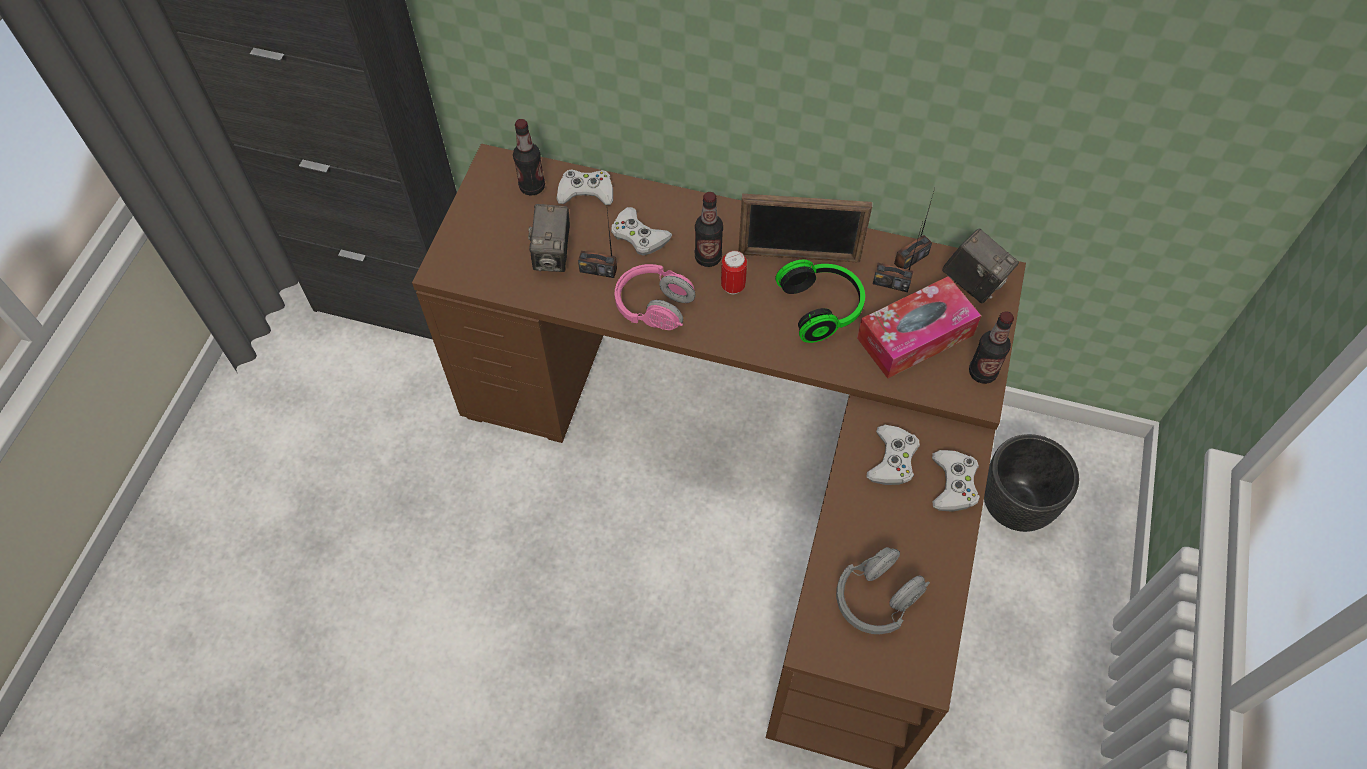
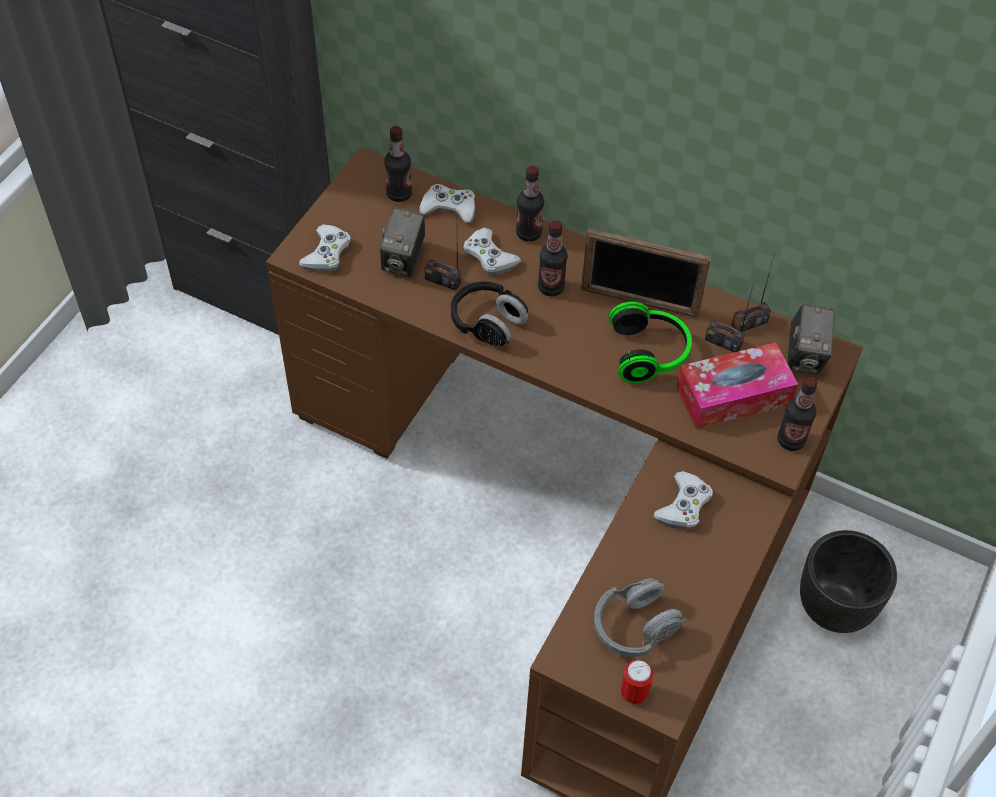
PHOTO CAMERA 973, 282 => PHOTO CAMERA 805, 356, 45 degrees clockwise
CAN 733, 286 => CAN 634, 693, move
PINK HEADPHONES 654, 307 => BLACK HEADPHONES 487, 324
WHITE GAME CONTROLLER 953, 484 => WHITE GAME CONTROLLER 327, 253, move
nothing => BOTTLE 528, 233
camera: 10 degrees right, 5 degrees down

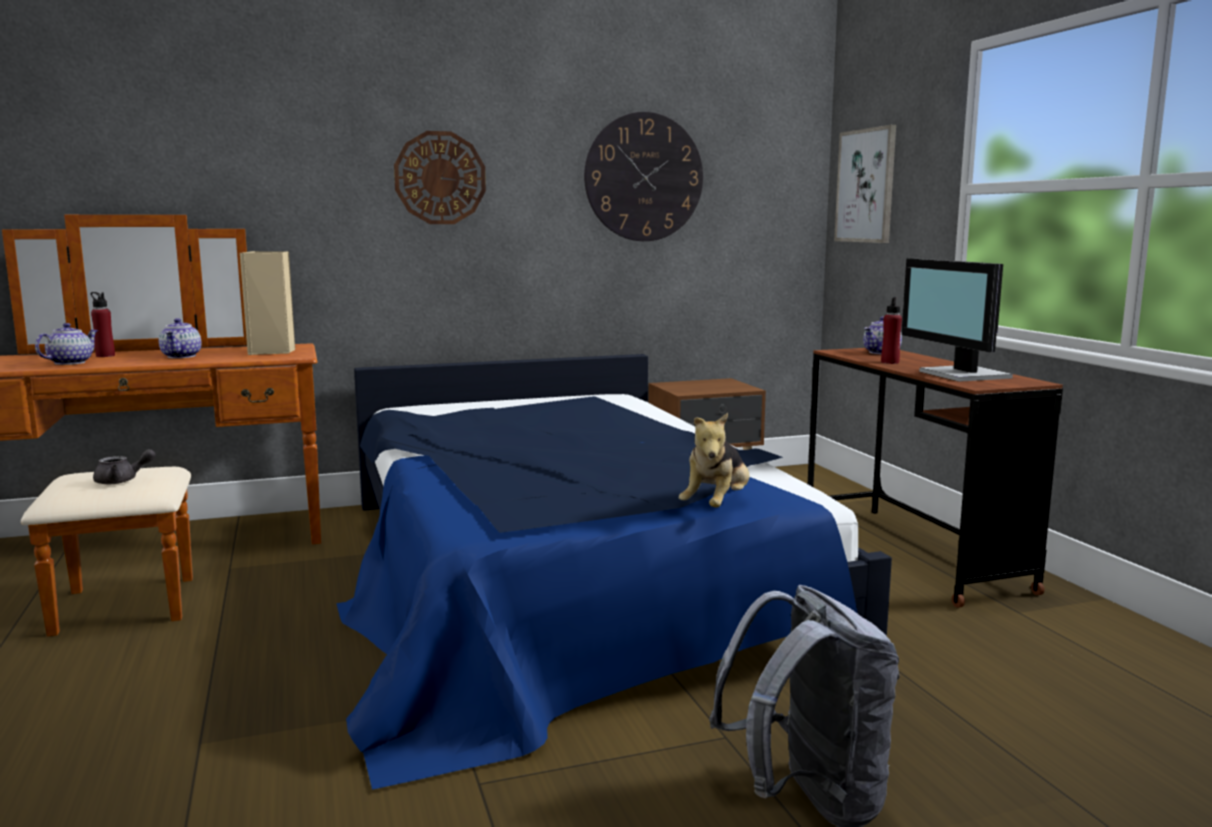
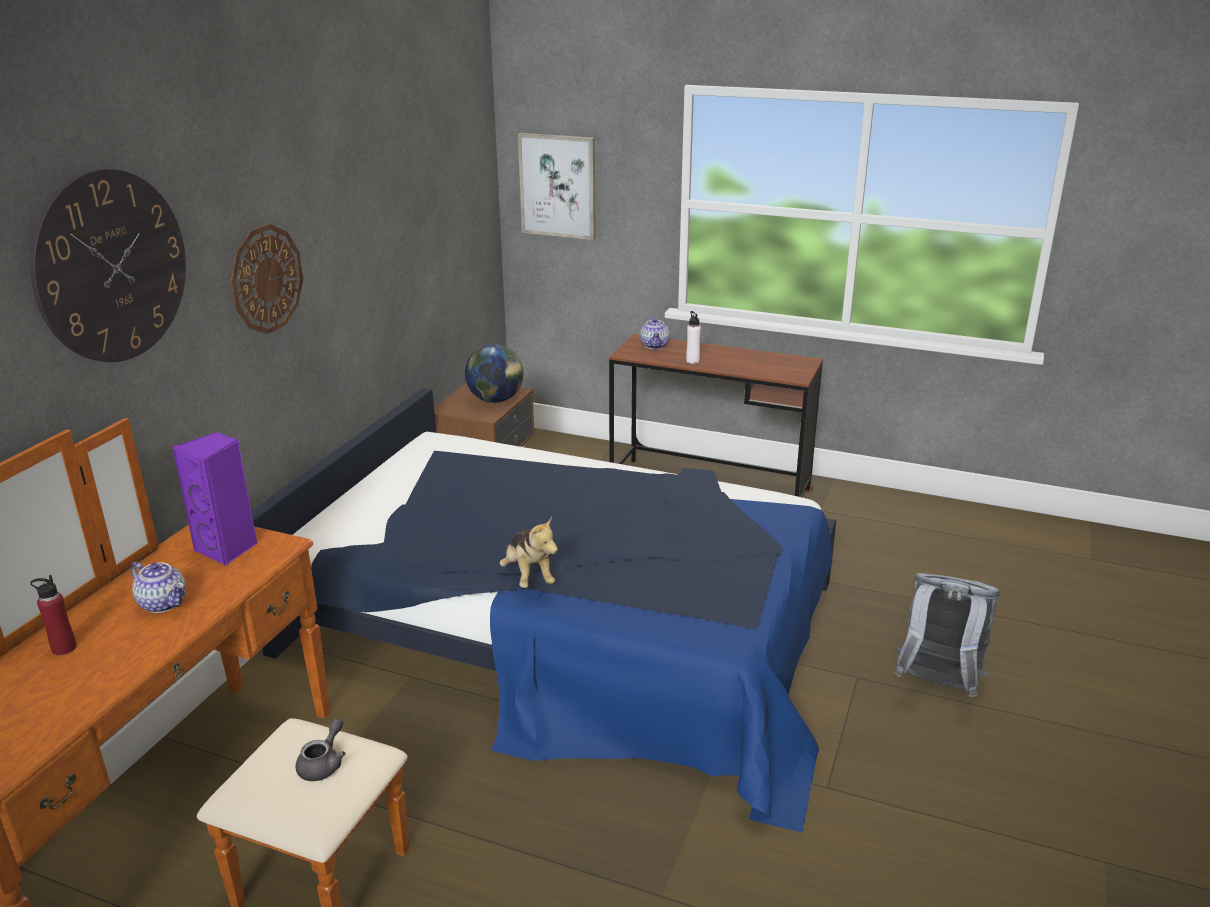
WALL CLOCK 644, 177 => WALL CLOCK 112, 266, move
BEIGE SPEAKER 272, 352 => PURPLE SPEAKER 228, 549
MONITOR 962, 375 => nothing
RED BOTTLE 890, 362 => WHITE BOTTLE 692, 360
TEAPOT 70, 362 => nothing
PLUSH TOY 716, 506 => PLUSH TOY 528, 576, move
nothing => GLOBE 495, 400
camera: 50 degrees left, 15 degrees up

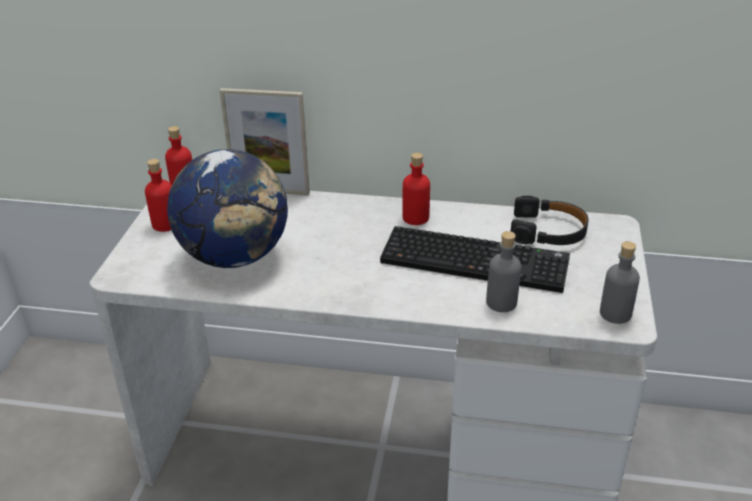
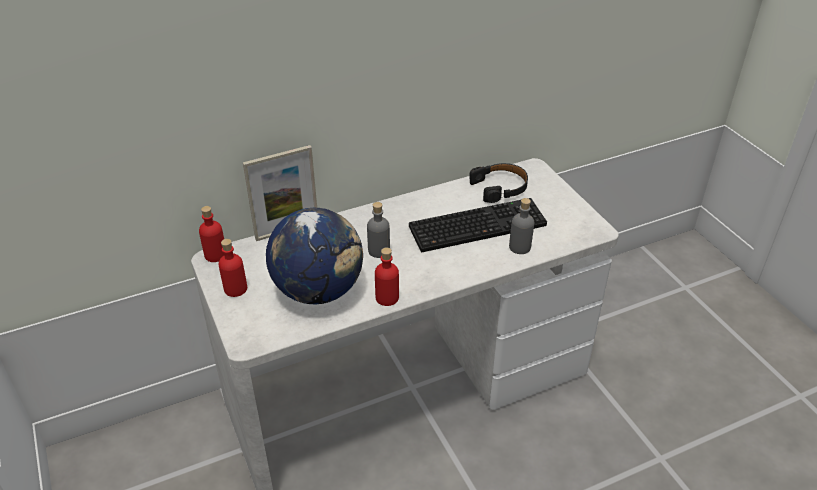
RED BOTTLE 415, 218 => RED BOTTLE 387, 298, move
GREY BOTTLE 615, 313 => GREY BOTTLE 379, 251, move
camera: 35 degrees left, 5 degrees up

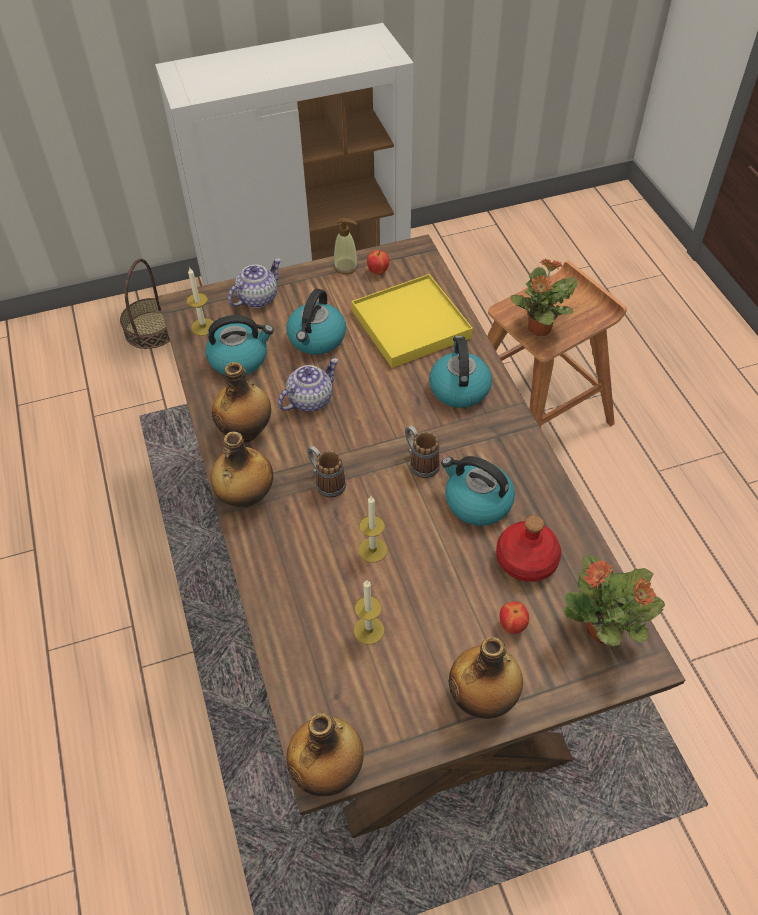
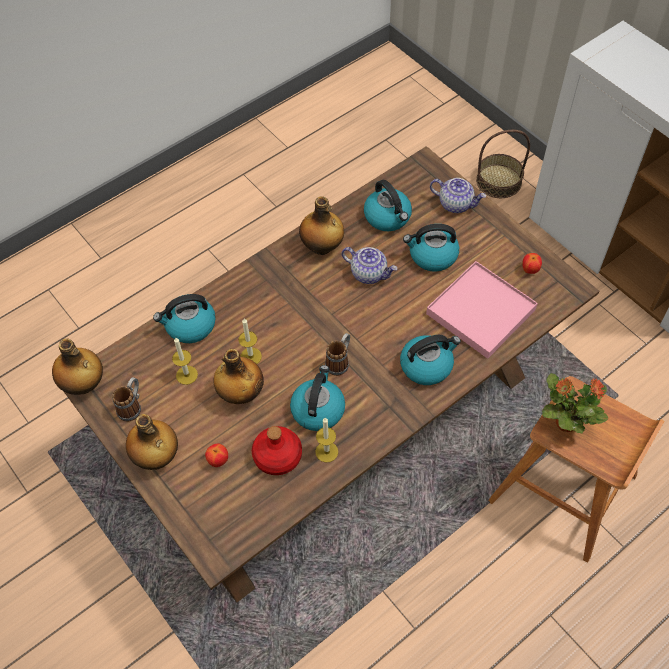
SOAP DISPENSER 346, 266 => nothing
CANDLE 203, 327 => CANDLE 326, 452, move
YELLOW TRAY 411, 324 => PINK TRAY 481, 312
BOTTLE 245, 497 => BOTTLE 241, 393, move
MUG 326, 482 => MUG 132, 406, move
POTTED PLANT 603, 630 => nothing
nothing => KETTLE 190, 326
camera: 70 degrees right, 5 degrees up

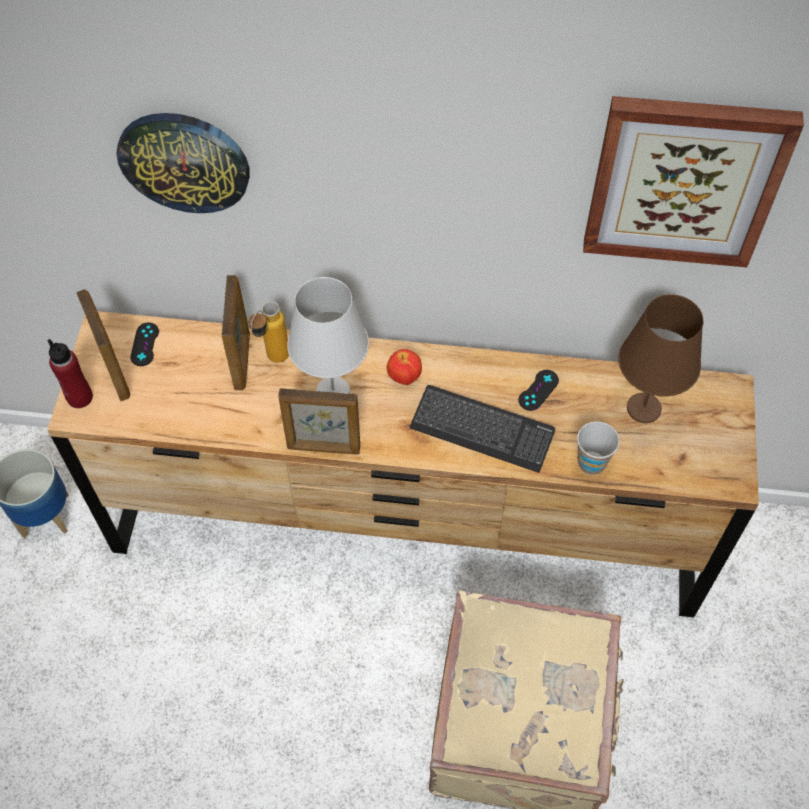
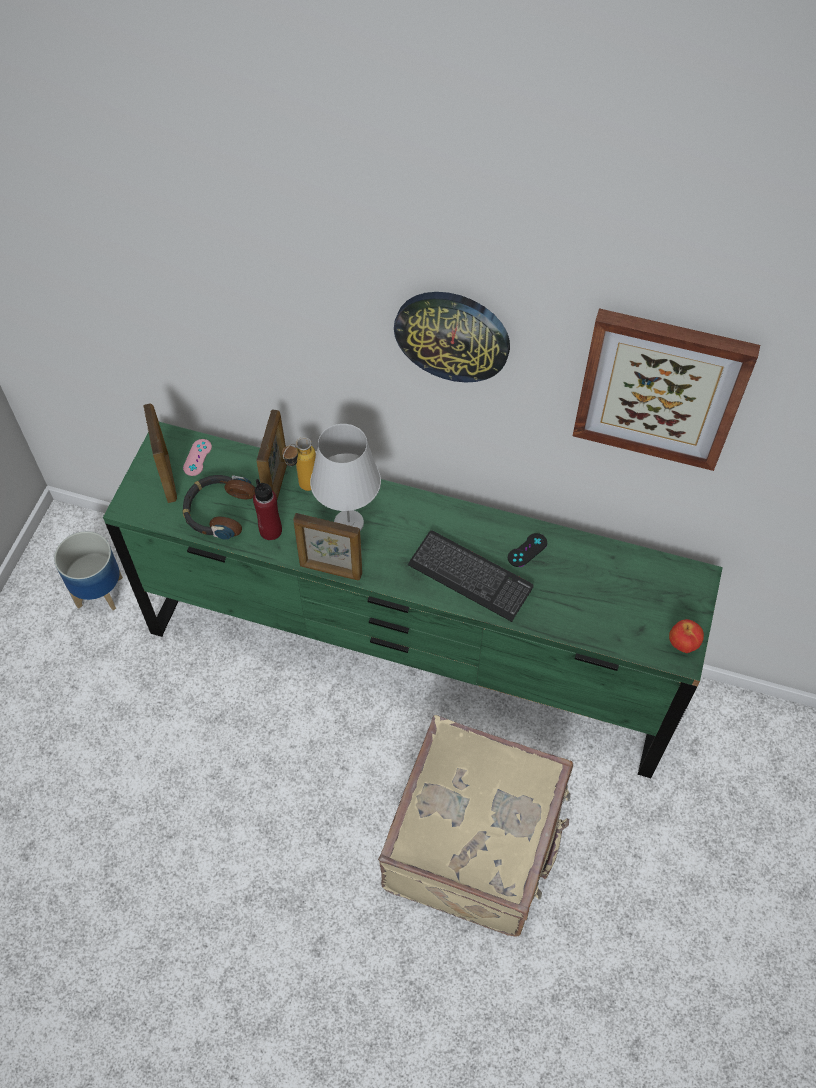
WALL CLOCK 184, 161 => WALL CLOCK 452, 335, move
BROWN TABLE LAMP 643, 408 => nothing
BROWN DRESSER 405, 529 => GREEN DRESSER 408, 656
BLACK GAME CONTROLLER 145, 344 => PINK GAME CONTROLLER 197, 457
RED BOTTLE 80, 397 => RED BOTTLE 270, 531, move
APPLE 404, 378 => APPLE 682, 644, move
CUP 591, 463 => nothing
nothing => HEADPHONES 218, 510
camera: 10 degrees right, 0 degrees up

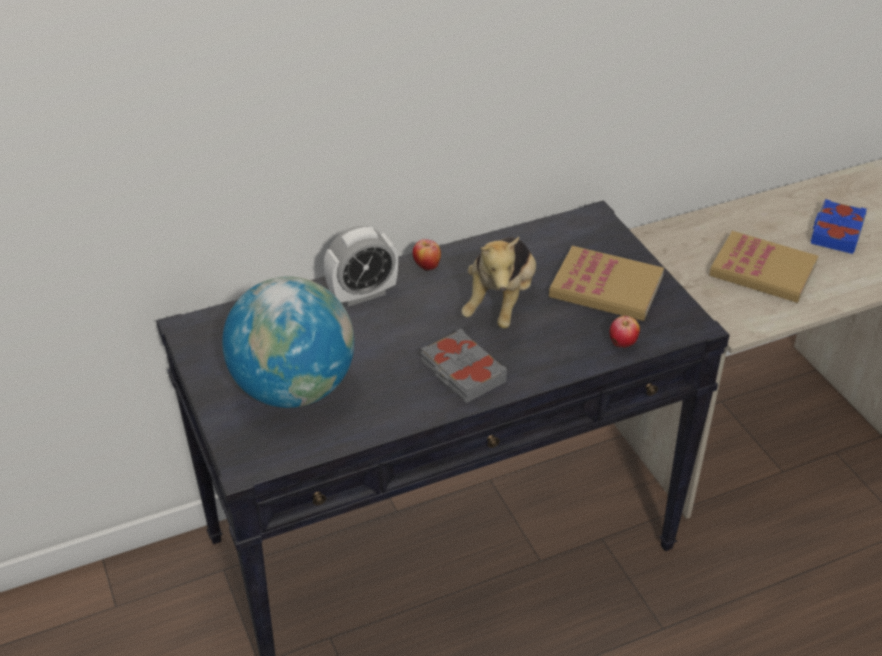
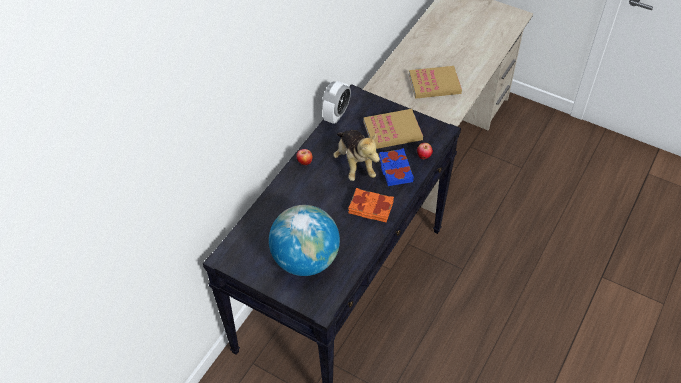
BLUE BOOK 836, 232 => BLUE BOOK 395, 170, move
ALARM CLOCK 362, 294 => ALARM CLOCK 336, 115, move
GREY BOOK 462, 372 => ORANGE BOOK 370, 208
camera: 35 degrees left, 10 degrees up

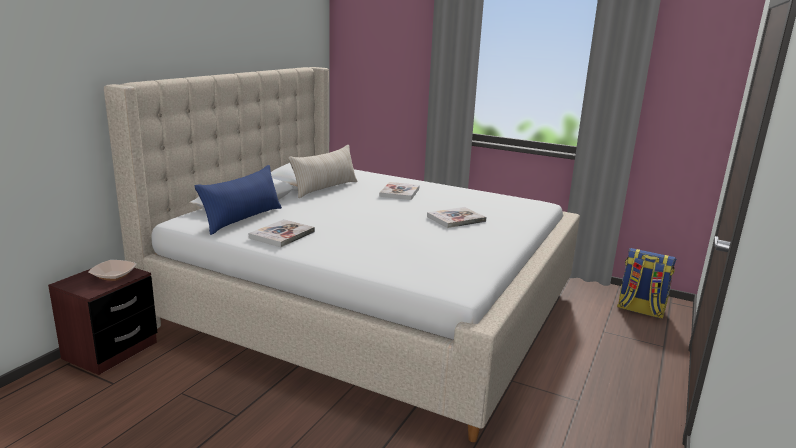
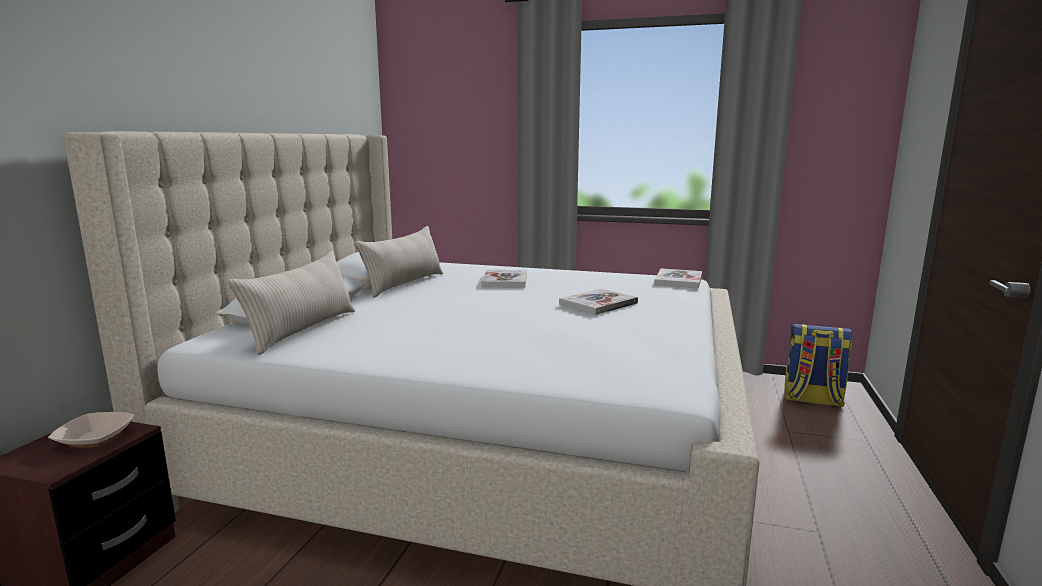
BLUE PILLOW 243, 219 => BEIGE PILLOW 303, 330
BOOK 282, 235 => BOOK 678, 280, move
camera: 10 degrees left, 5 degrees down

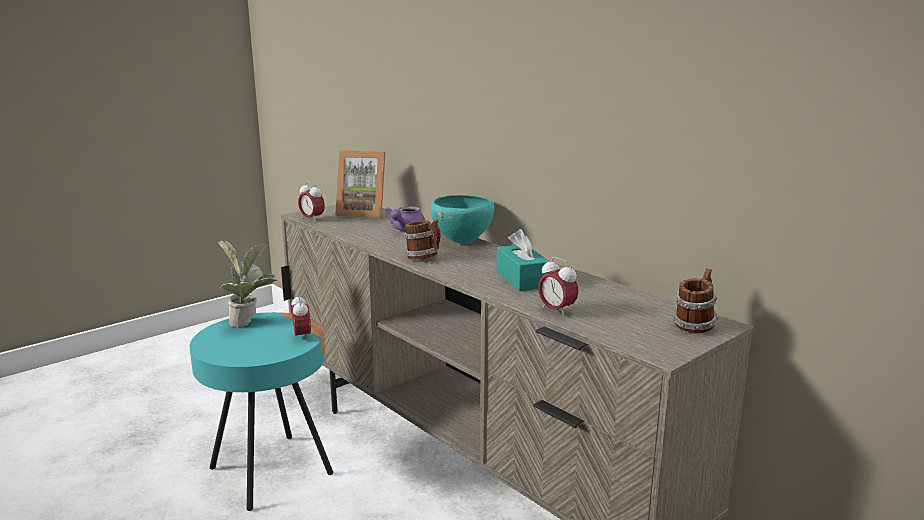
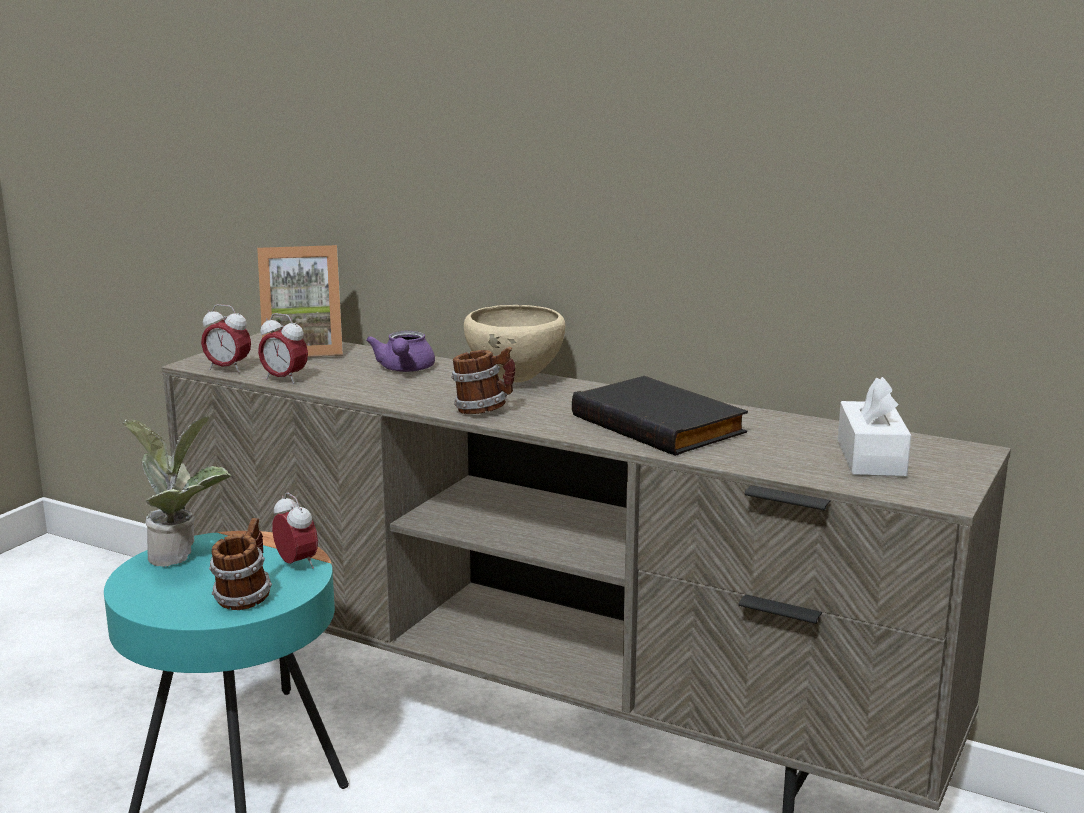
TURQUOISE BOWL 463, 242 => BEIGE BOWL 516, 380
TURQUOISE TISSUE BOX 522, 279 => BLACK BOOK 661, 424
ALARM CLOCK 556, 311 => ALARM CLOCK 284, 379, move
MUG 694, 325 => MUG 244, 597, move
nothing => WHITE TISSUE BOX 871, 458
camera: 20 degrees left, 0 degrees up

